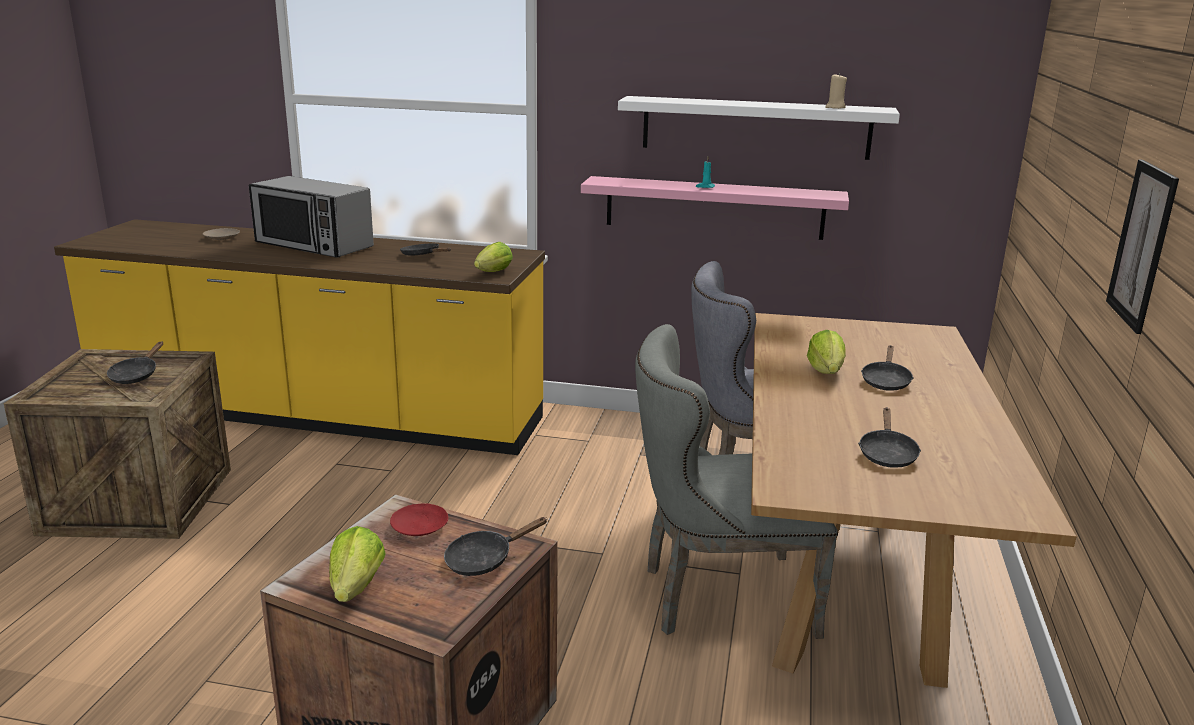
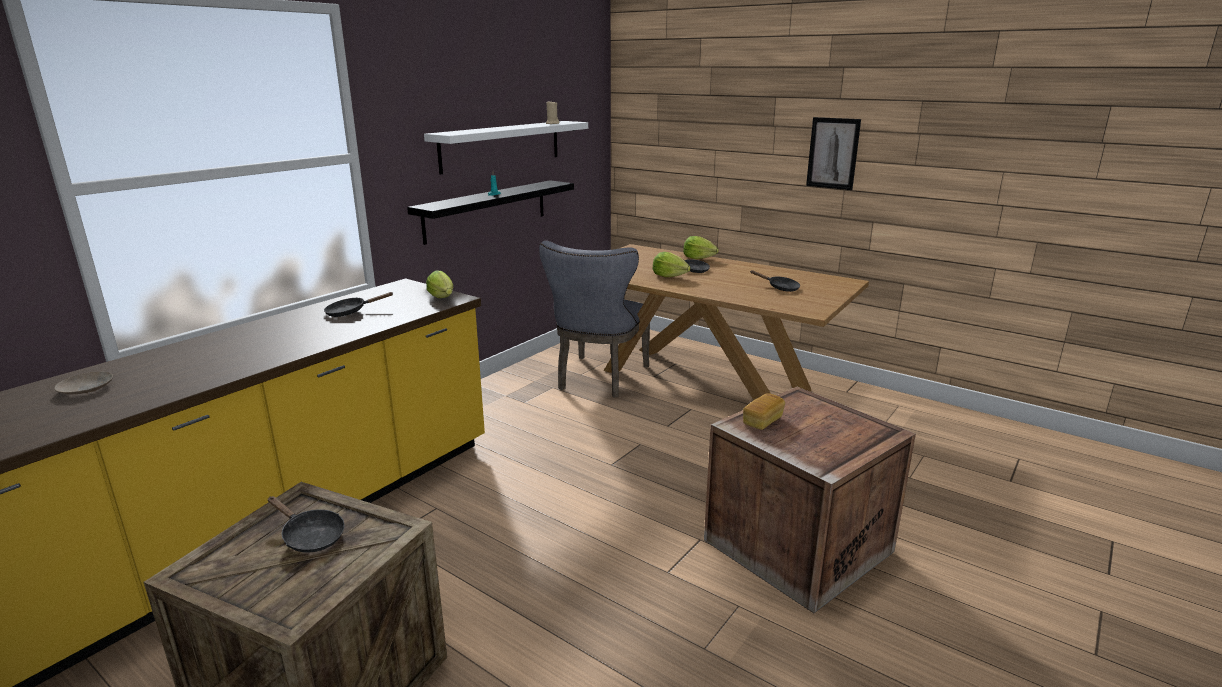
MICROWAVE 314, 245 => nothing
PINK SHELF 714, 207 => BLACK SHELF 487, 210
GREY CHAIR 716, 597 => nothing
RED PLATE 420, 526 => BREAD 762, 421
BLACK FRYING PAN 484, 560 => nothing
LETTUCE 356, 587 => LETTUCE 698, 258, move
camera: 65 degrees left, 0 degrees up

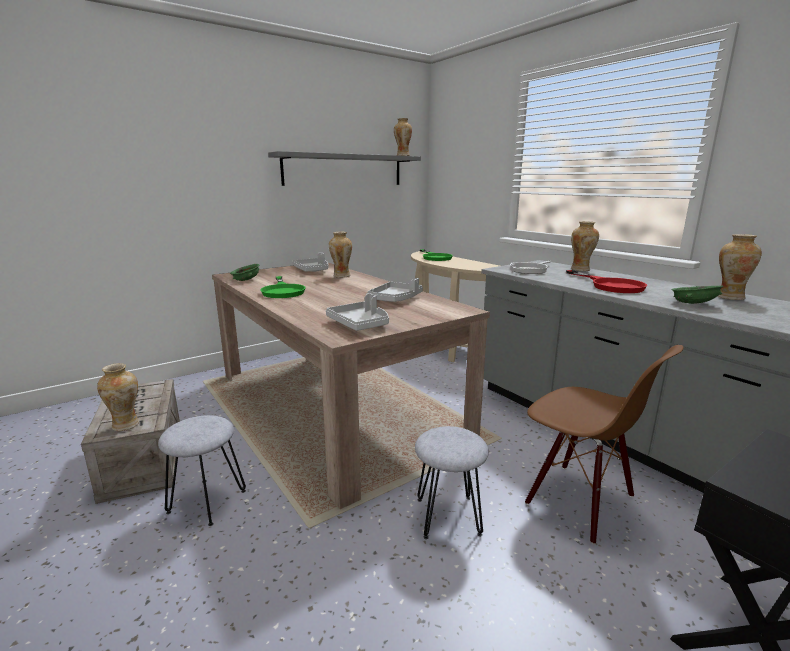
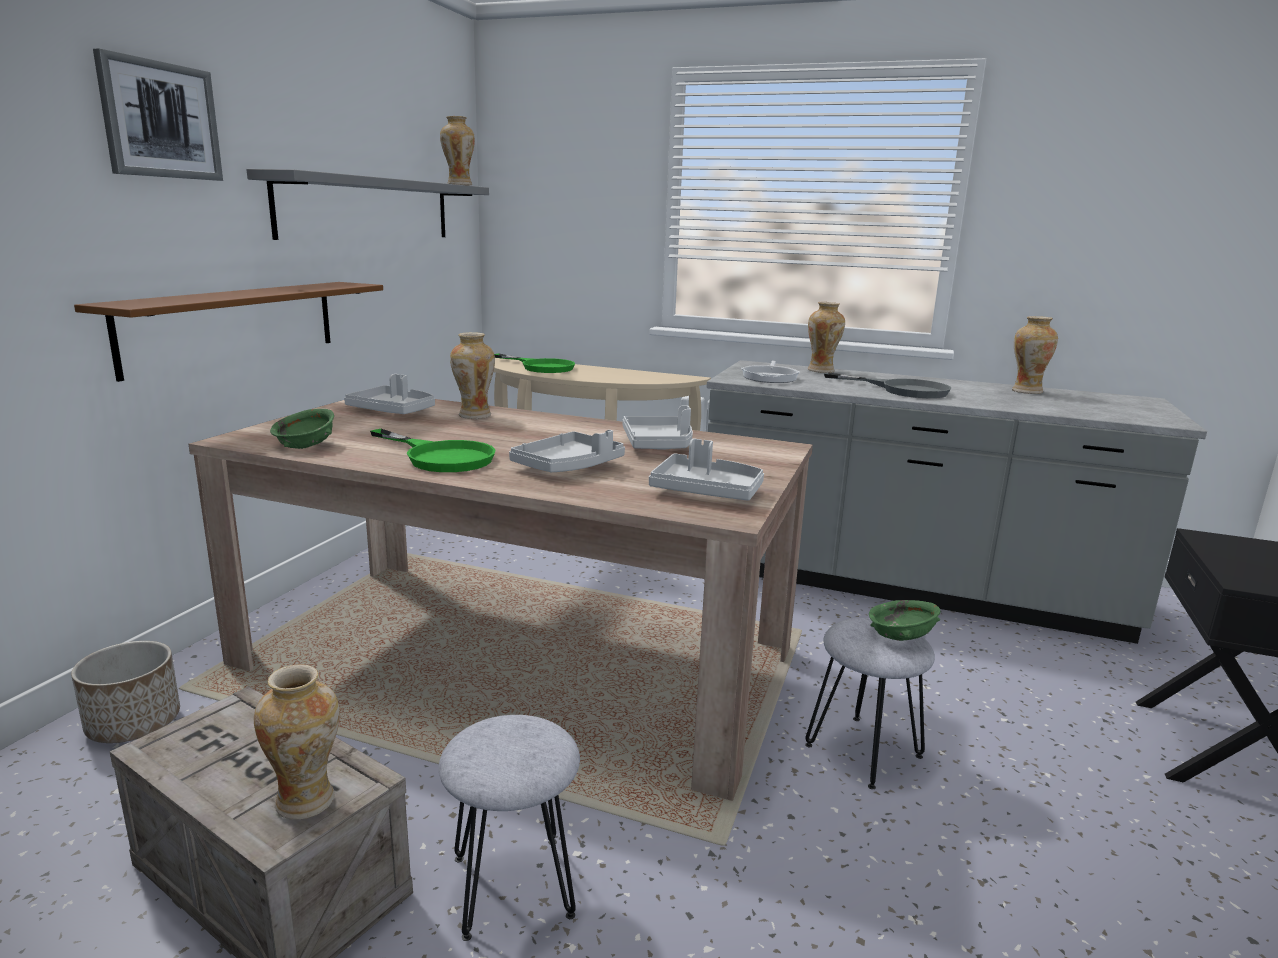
RED FRYING PAN 610, 285 => GREY FRYING PAN 902, 390
GREEN BOWL 693, 303 => GREEN BOWL 901, 635, move
BROWN CHAIR 579, 500 => nothing
nothing => PICTURE 160, 120
nothing => BROWN SHELF 234, 325
nothing => GREY TRAY 568, 466
nothing => PLANTER 134, 723
camera: 35 degrees left, 0 degrees up

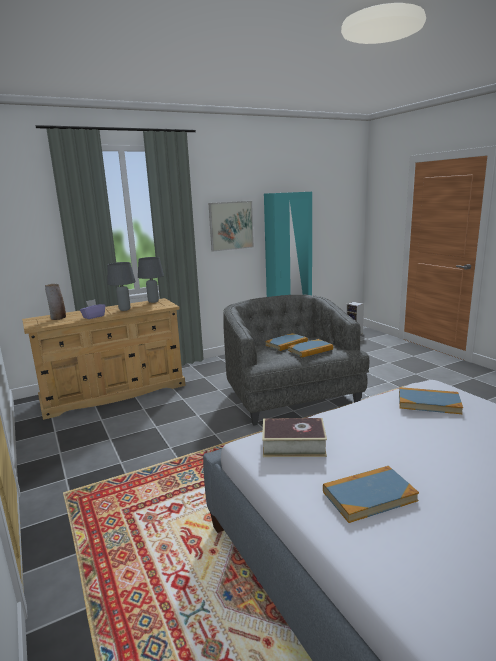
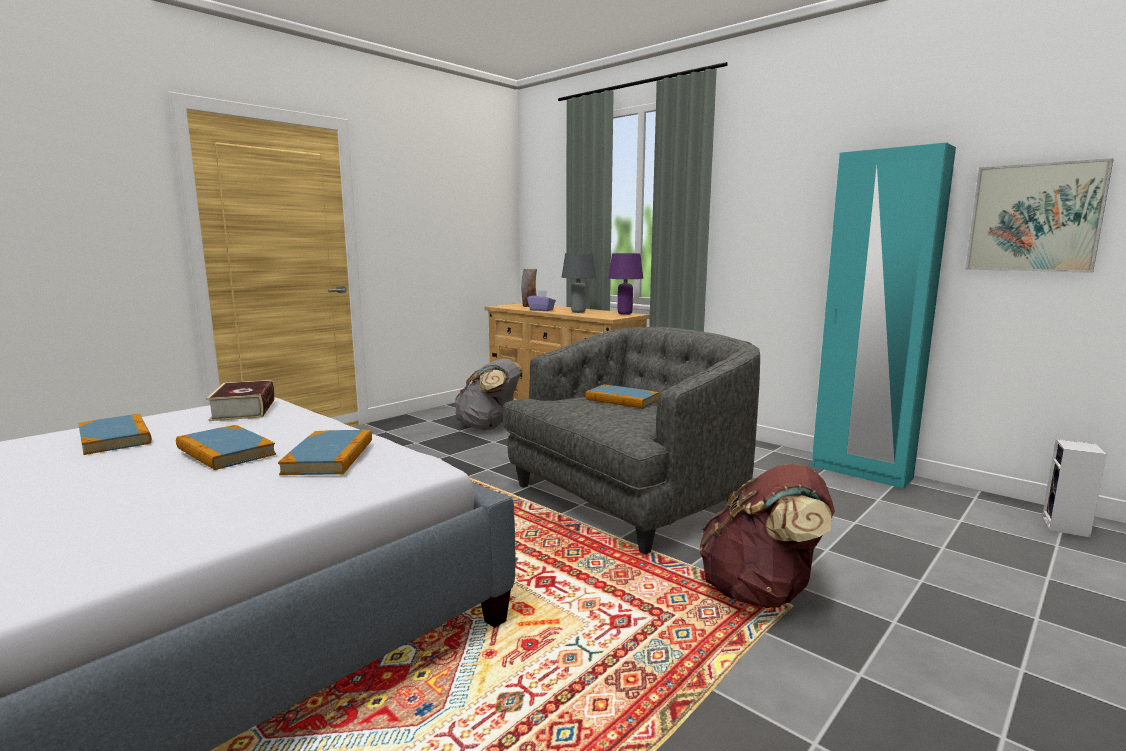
PICTURE 231, 225 => PICTURE 1034, 218, move
GREY TABLE LAMP 153, 302 => PURPLE TABLE LAMP 624, 313
BOOK 310, 350 => BOOK 225, 451, move
nothing => GREY BACKPACK 489, 427
nothing => BROWN BACKPACK 761, 592
camera: 70 degrees right, 5 degrees down

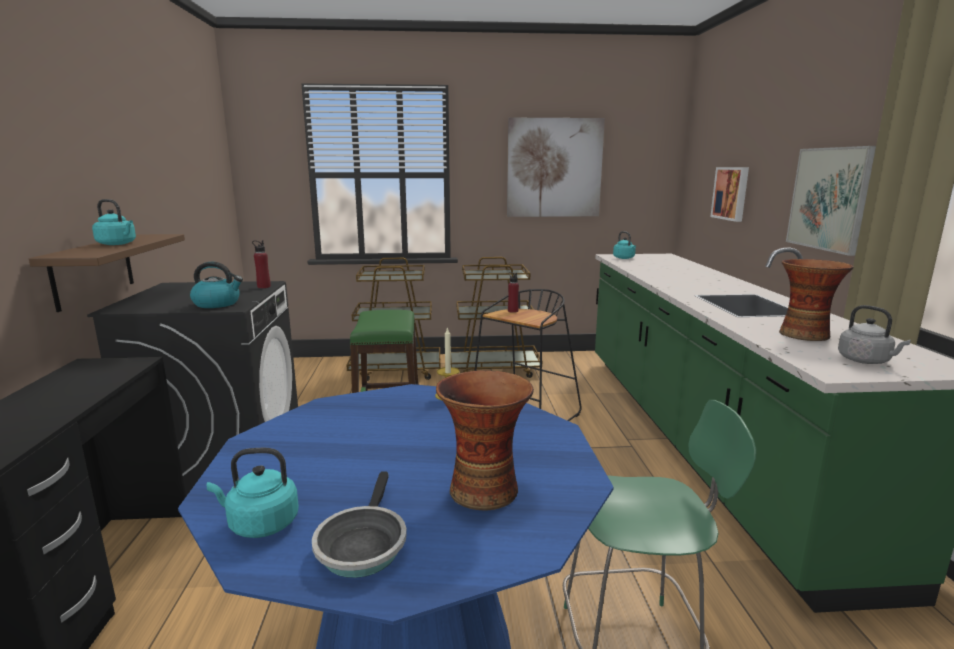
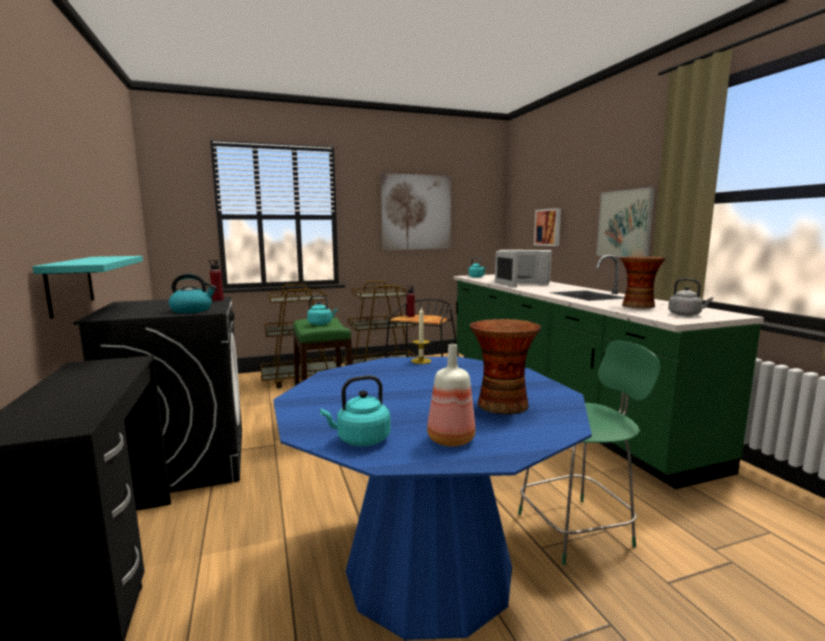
TURQUOISE KETTLE 118, 244 => TURQUOISE KETTLE 321, 324, move
BROWN SHELF 93, 270 => TURQUOISE SHELF 70, 284
FRYING PAN 362, 545 => BOTTLE 450, 440
nothing => WHITE MICROWAVE 521, 282
camera: 15 degrees left, 5 degrees down

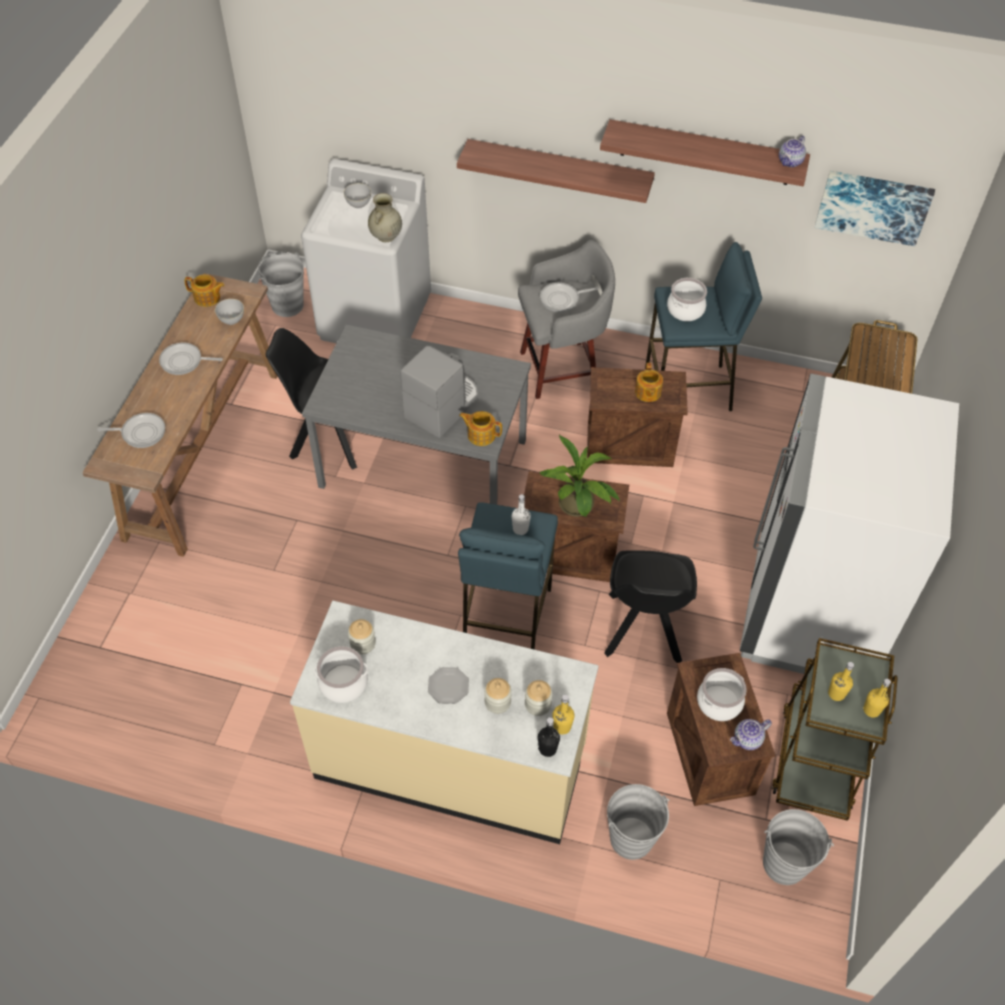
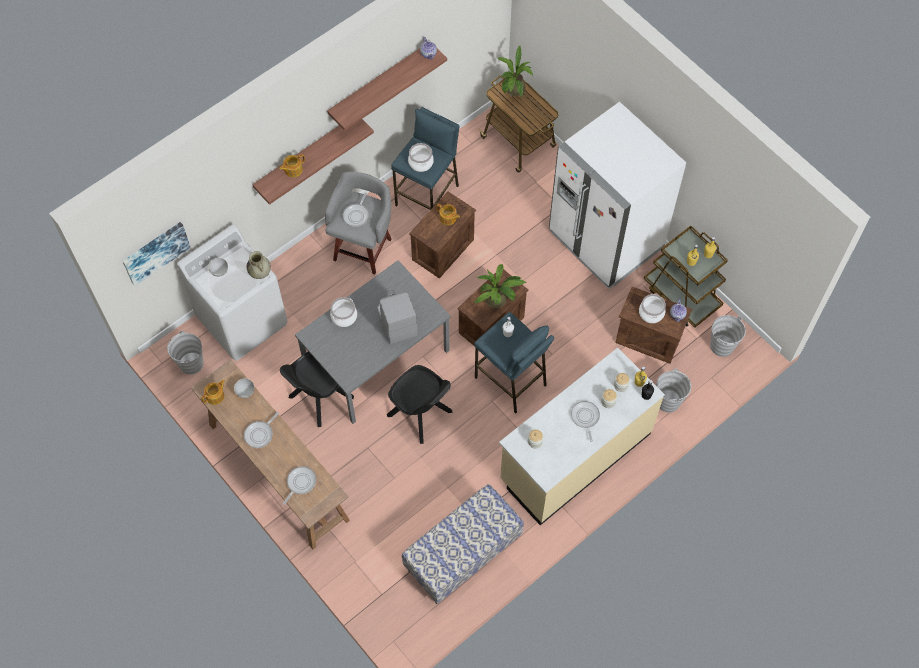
PICTURE 873, 206 => PICTURE 155, 252, move
TEAPOT 481, 434 => TEAPOT 293, 170, move
BLACK CHAIR 644, 630 => BLACK CHAIR 421, 415, move
COOKING POT 343, 682 => COOKING POT 344, 316, move
PLATE 448, 686 => FRYING PAN 585, 417
nothing => POTTED PLANT 513, 90
nothing => BENCH 463, 554
camera: 55 degrees left, 10 degrees up

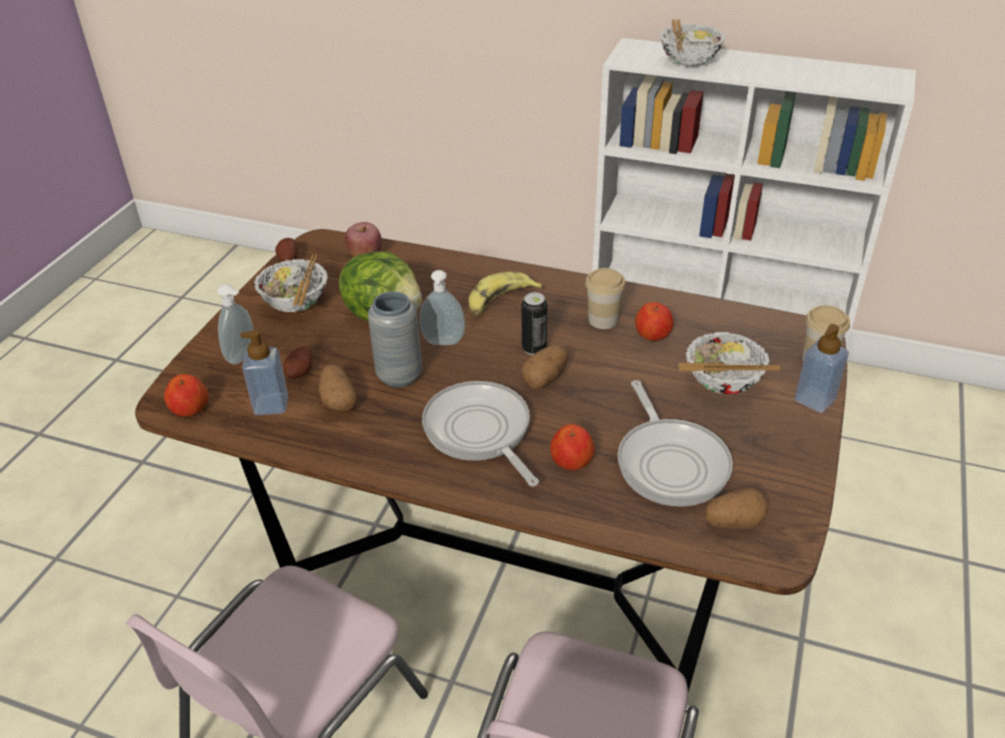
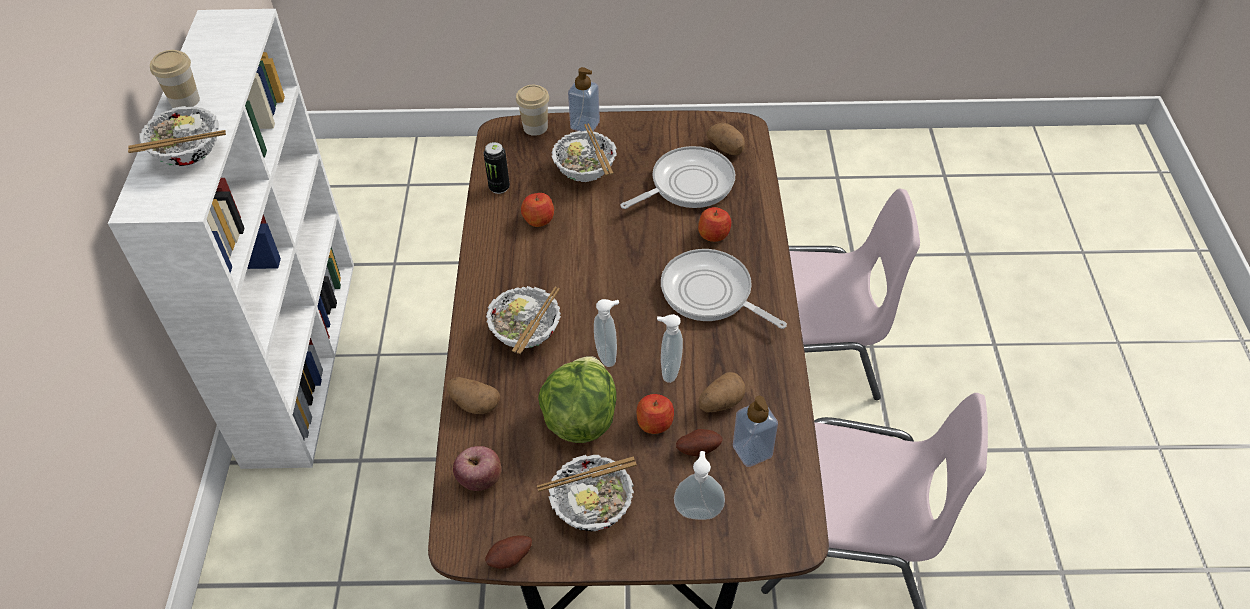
CUP 603, 320 => CUP 185, 100, move
BANANA 499, 301 => BOWL 526, 333
GREY VASE 399, 376 => SOAP DISPENSER 668, 370
CAN 534, 348 => CAN 499, 187, move
POTATO 545, 378 => POTATO 473, 404, move
APPLE 189, 409 => APPLE 654, 422, move
FRYING PAN 480, 432 => FRYING PAN 710, 294, 90 degrees clockwise
camera: 110 degrees left, 10 degrees up

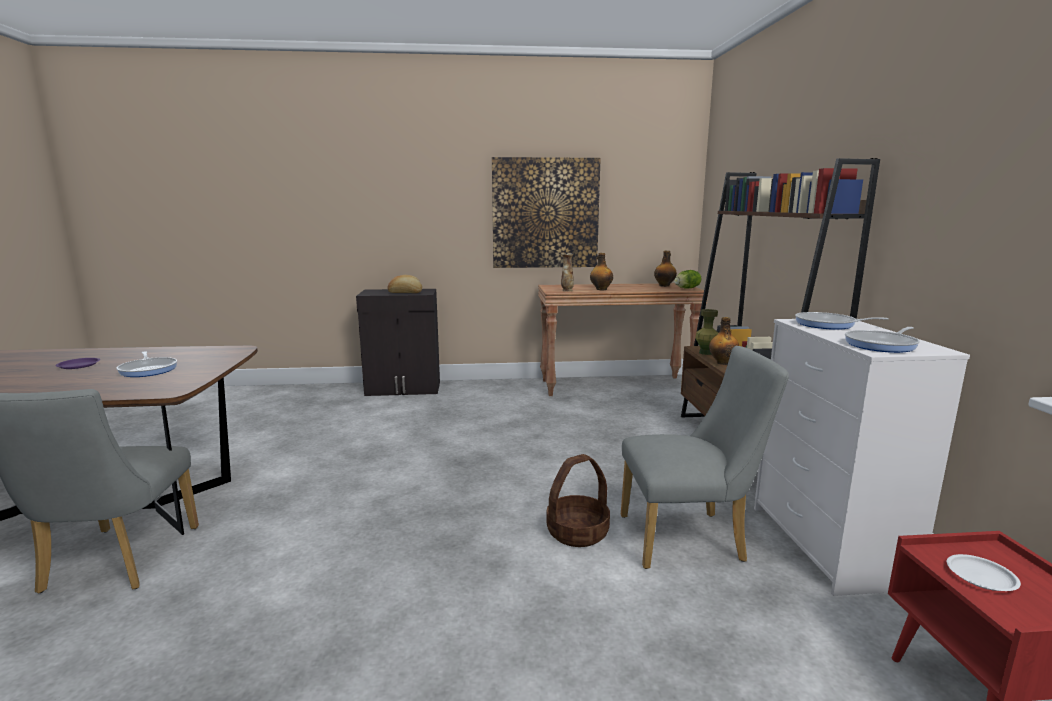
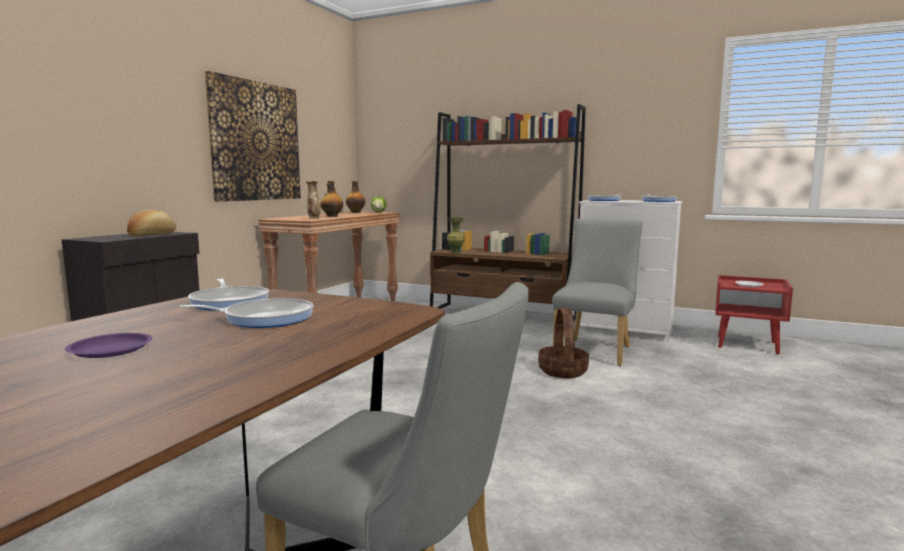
BOTTLE 722, 362 => nothing
nothing => FRYING PAN 230, 302
camera: 60 degrees left, 5 degrees down

